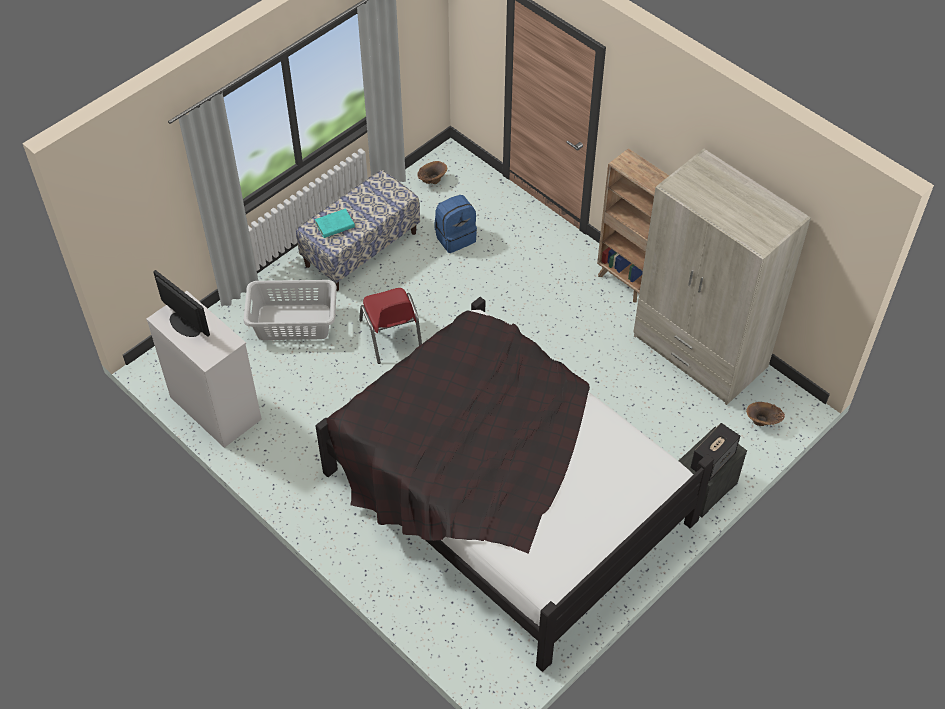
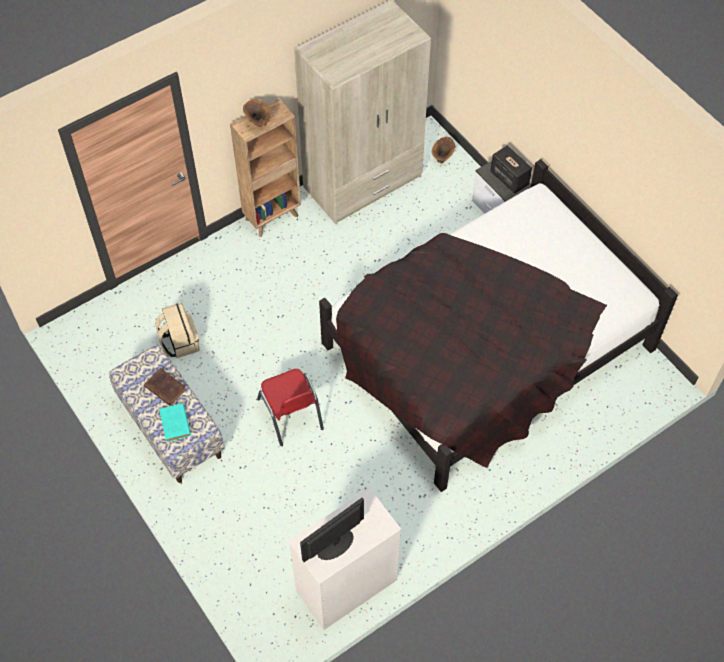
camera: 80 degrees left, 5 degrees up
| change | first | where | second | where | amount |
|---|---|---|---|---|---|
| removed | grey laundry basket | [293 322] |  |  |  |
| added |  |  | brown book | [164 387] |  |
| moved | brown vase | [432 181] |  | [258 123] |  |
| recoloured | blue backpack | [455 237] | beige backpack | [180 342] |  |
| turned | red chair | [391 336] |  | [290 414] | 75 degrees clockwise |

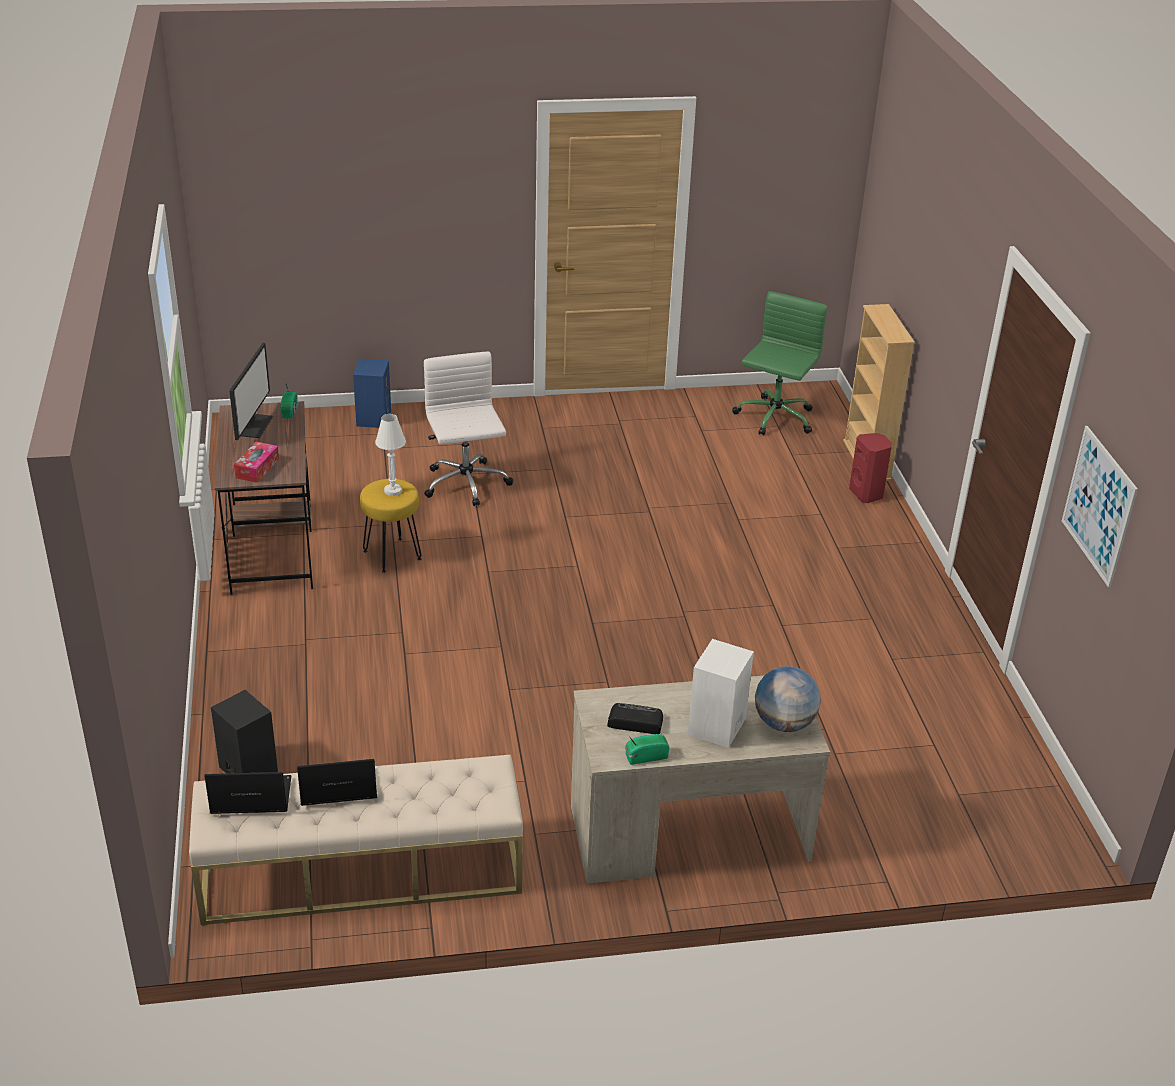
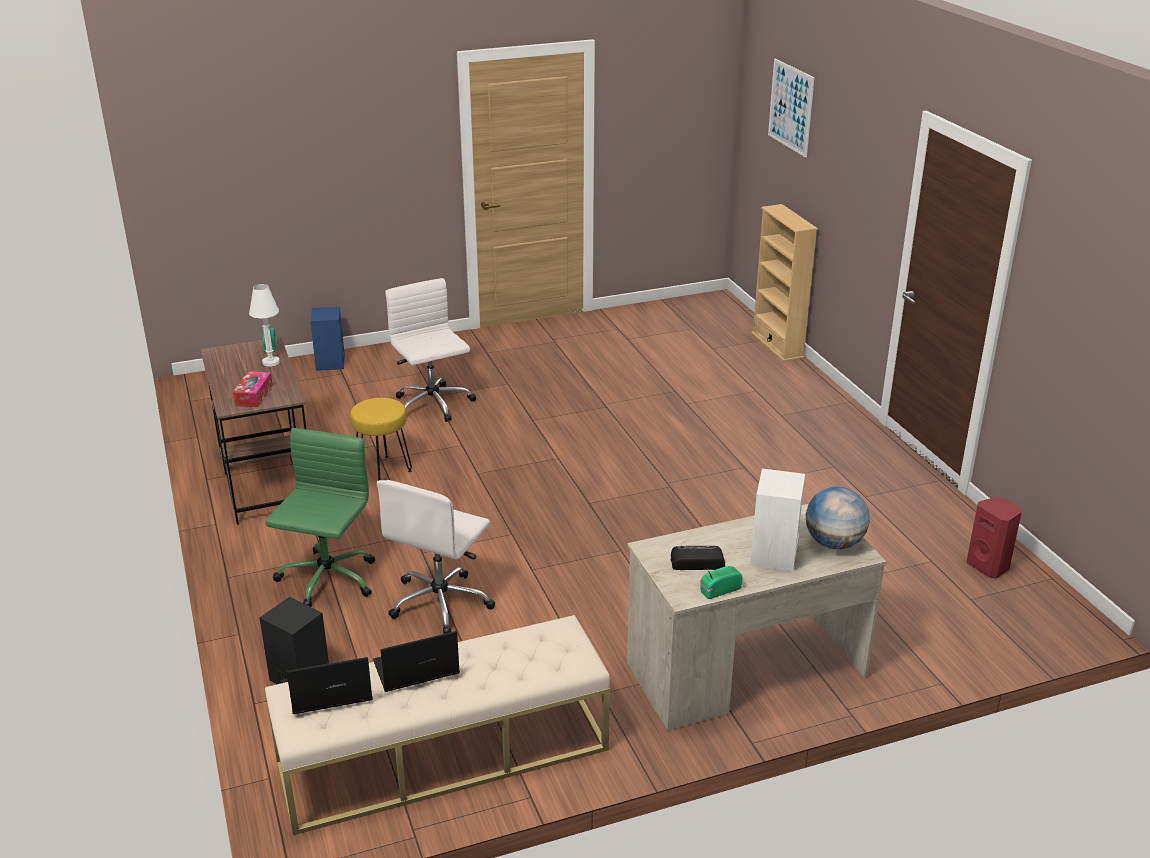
camera: 10 degrees left, 5 degrees down
| change | first | where | second | where | amount |
|---|---|---|---|---|---|
| removed | monitor | [253 425] |  |  |  |
| added |  |  | white office chair | [441 602] |  |
| moved | white table lamp | [392 491] |  | [271 362] |  |
| moved | green office chair | [774 418] |  | [326 580] |  |
| moved | red speaker | [867 494] |  | [989 566] |  |
| moved | picture | [1098 505] |  | [791 107] |  |

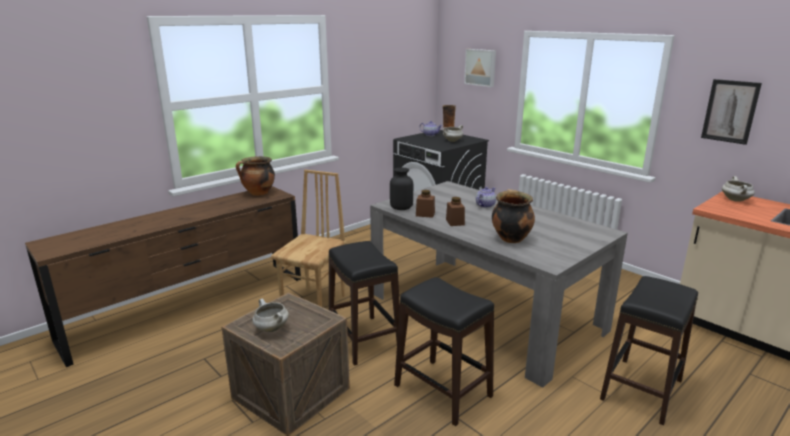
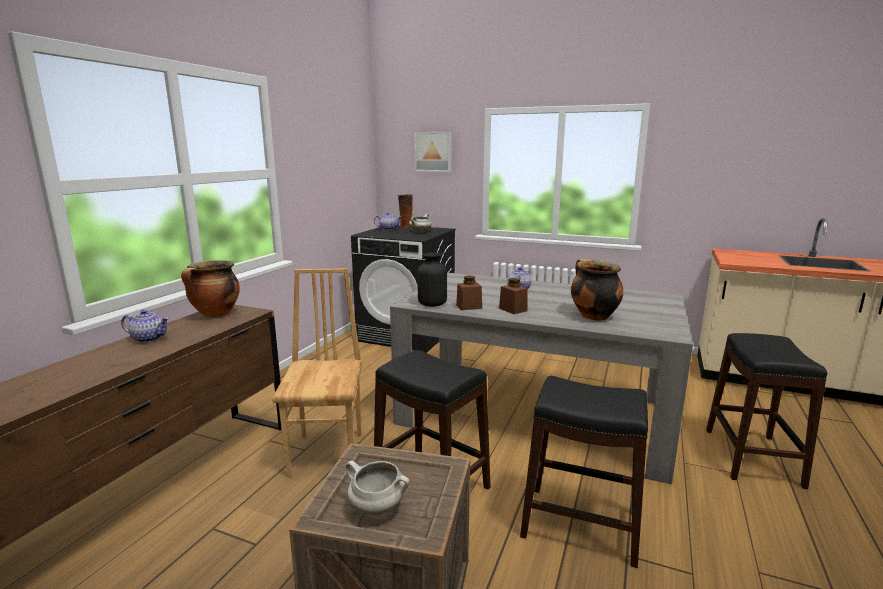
camera: 25 degrees left, 5 degrees down
| change | first | where | second | where | amount |
|---|---|---|---|---|---|
| removed | picture | [730 111] |  |  |  |
| removed | white cooking pot | [736 200] |  |  |  |
| added |  |  | teapot | [148 338] |  |

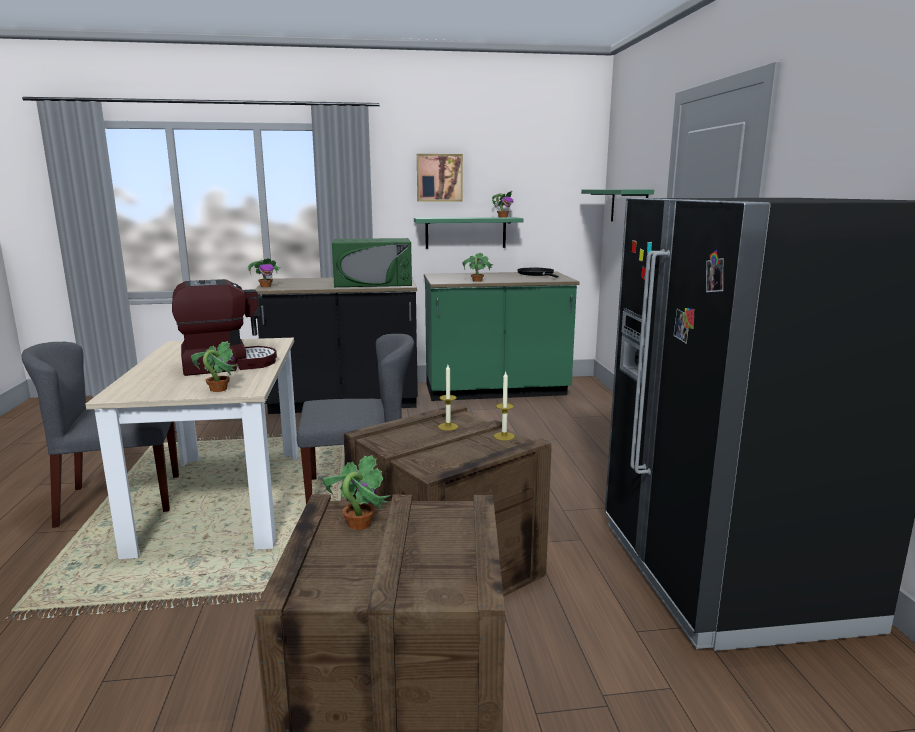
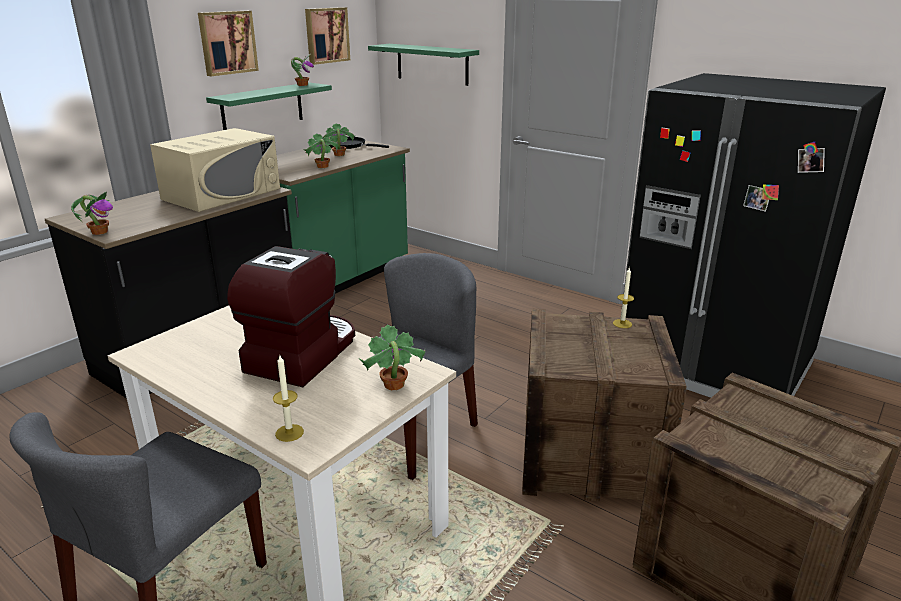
camera: 45 degrees left, 10 degrees up
| change | first | where | second | where | amount |
|---|---|---|---|---|---|
| added |  |  | picture | [326 35] |  |
| moved | potted plant | [358 524] |  | [339 155] |  |
| moved | candle | [448 426] |  | [289 433] |  |
| recoloured | green microwave | [373 283] | beige microwave | [222 194] |  |

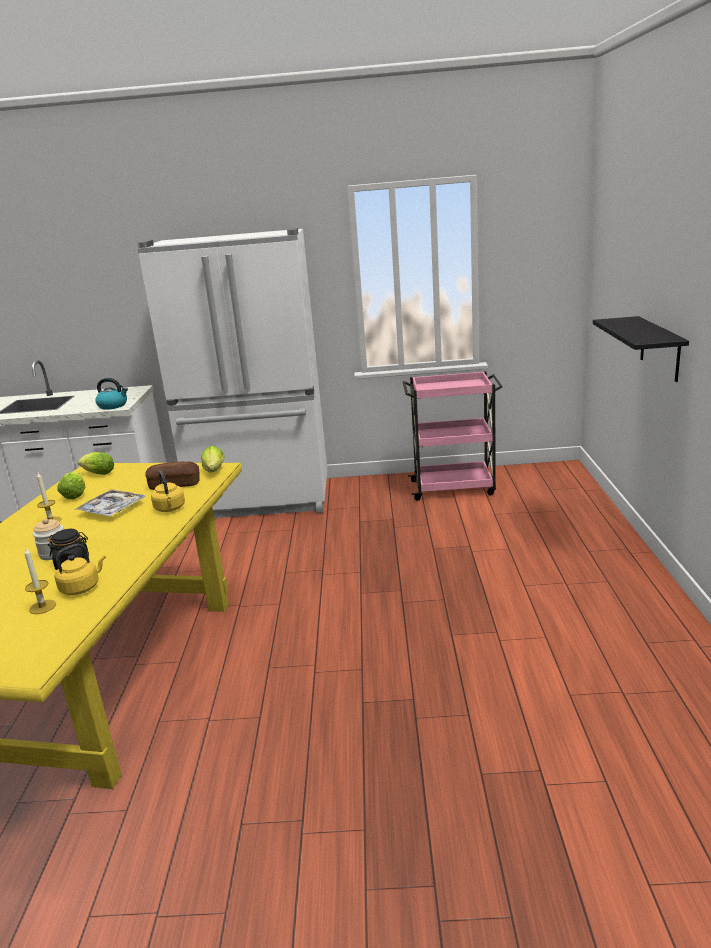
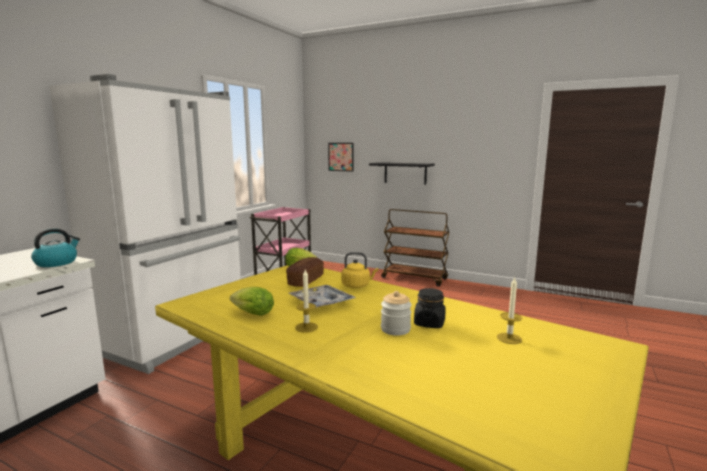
camera: 65 degrees left, 10 degrees down
| change | first | where | second | where | amount |
|---|---|---|---|---|---|
| removed | yellow kettle | [82 587] |  |  |  |
| removed | lettuce | [97 474] |  |  |  |
| added |  |  | picture | [341 157] |  |
| added |  |  | brown cart | [415 278] |  |

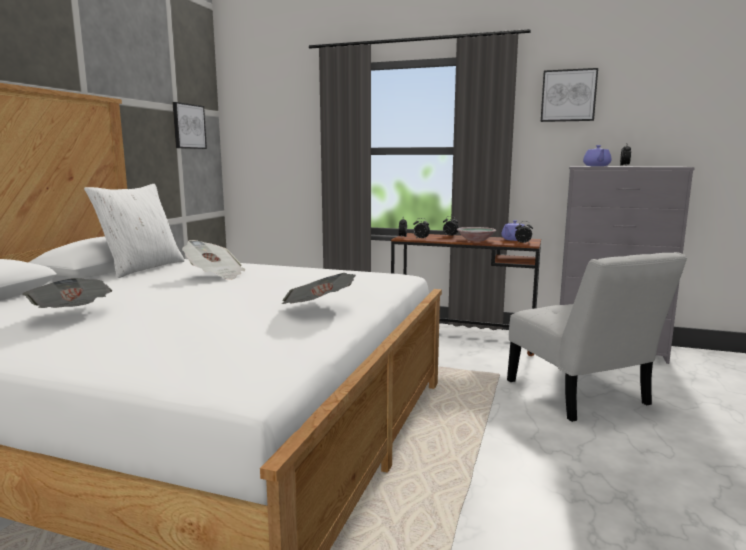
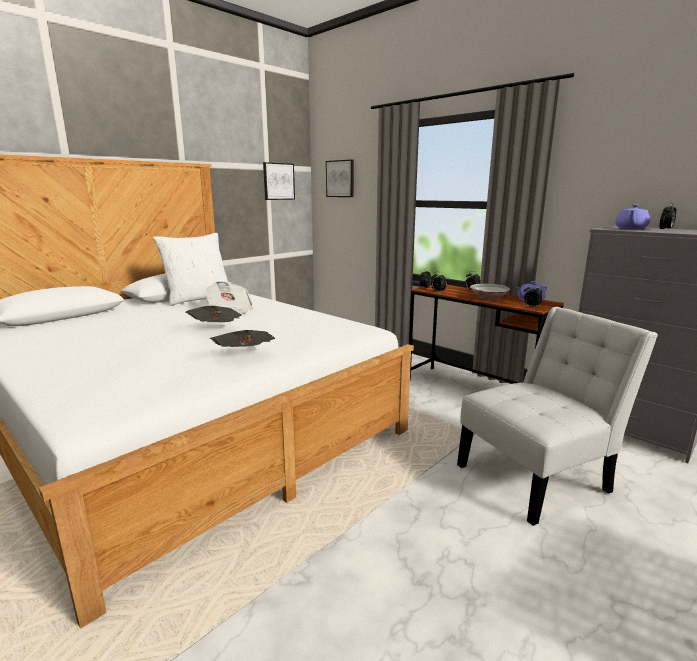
camera: 25 degrees right, 5 degrees up
| change | first | where | second | where | amount |
|---|---|---|---|---|---|
| moved | newspaper | [72 315] |  | [216 329] |  |
| moved | picture | [568 95] |  | [340 178] |  |
| turned | white chair | [580 396] |  | [538 476] | 120 degrees counterclockwise |

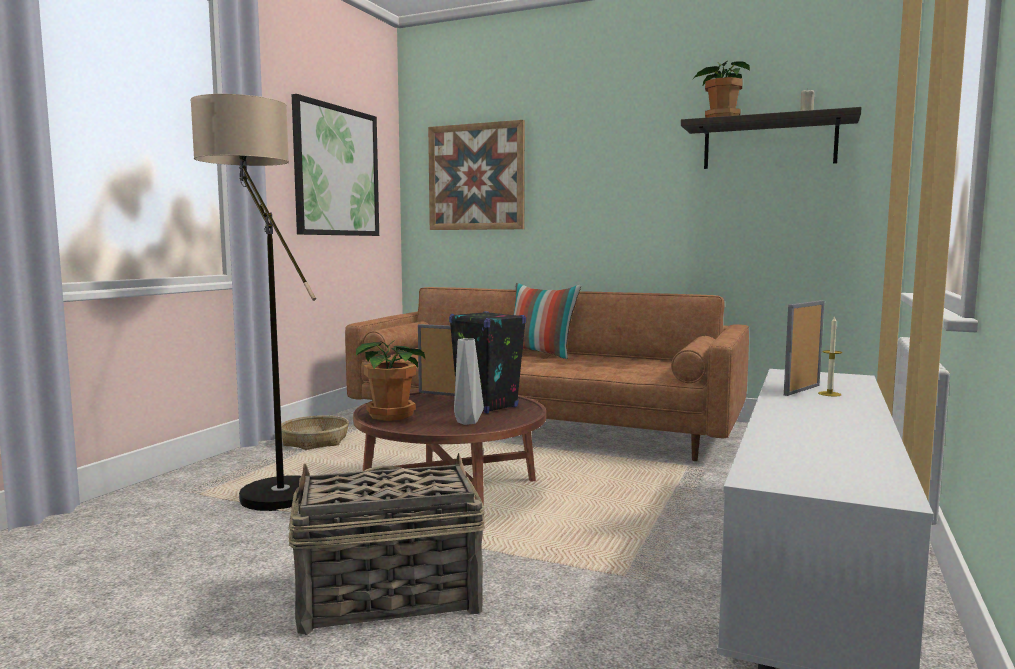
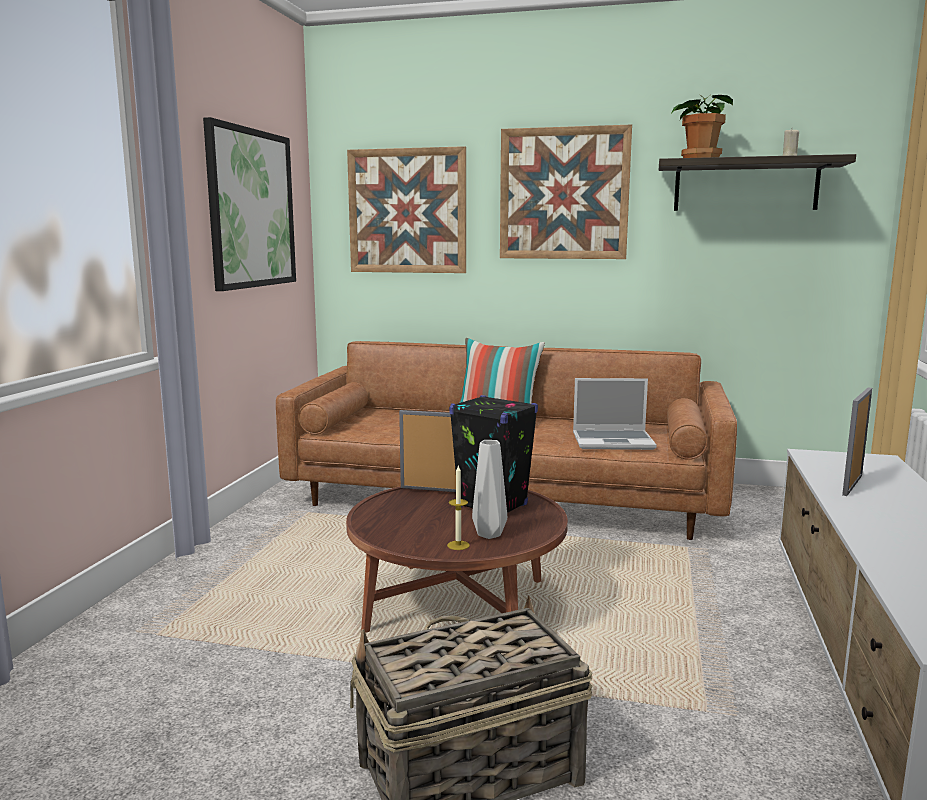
camera: 10 degrees left, 5 degrees up
| change | first | where | second | where | amount |
|---|---|---|---|---|---|
| removed | floor lamp | [268 487] |  |  |  |
| removed | basket | [315 441] |  |  |  |
| removed | potted plant | [393 415] |  |  |  |
| added |  |  | picture | [563 194] |  |
| added |  |  | laptop | [613 441] |  |
| moved | candle | [829 394] |  | [458 545] |  |

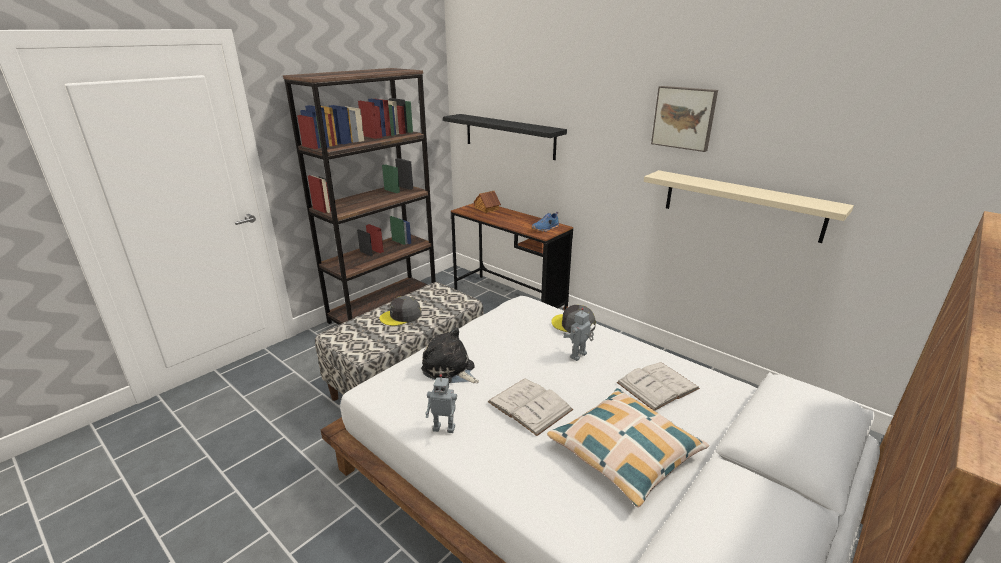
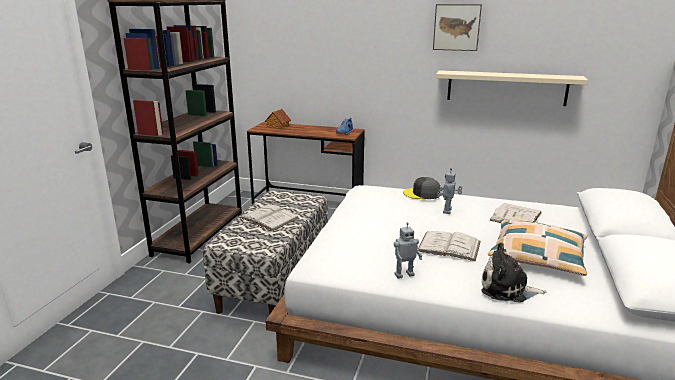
camera: 25 degrees left, 5 degrees down
| change | first | where | second | where | amount |
|---|---|---|---|---|---|
| removed | black shelf | [509 136] |  |  |  |
| moved | plush toy | [450 370] |  | [507 289] |  |
| replaced | grey cap | [401 316] | white book | [269 218] |  |

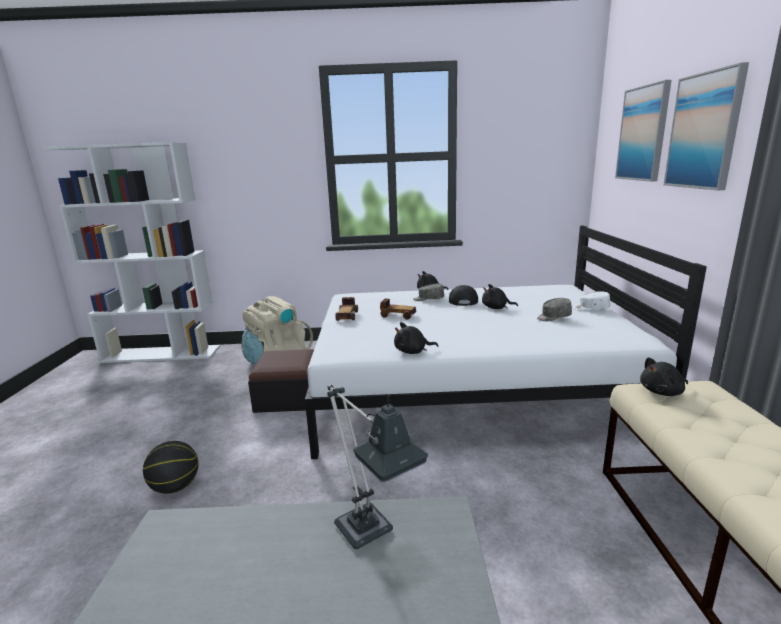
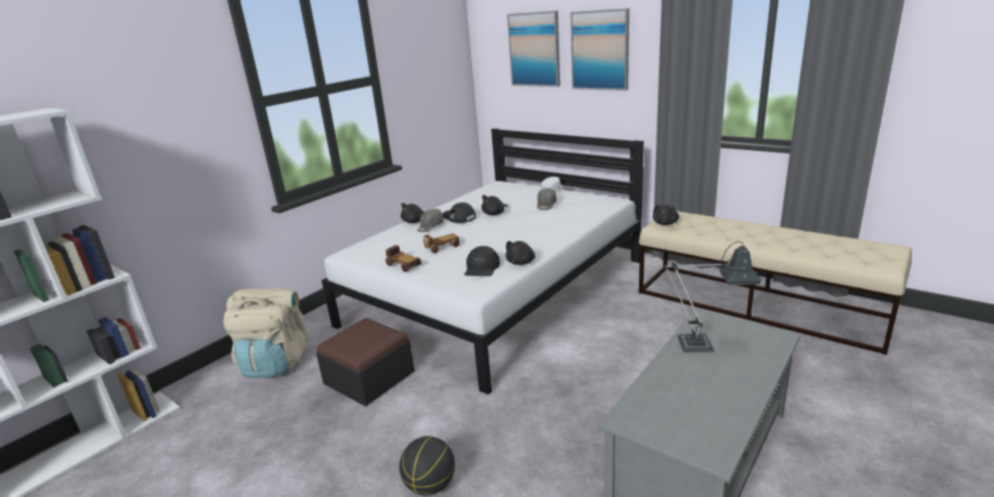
camera: 50 degrees left, 5 degrees up
| change | first | where | second | where | amount |
|---|---|---|---|---|---|
| added |  |  | black cap | [482 268] |  |

